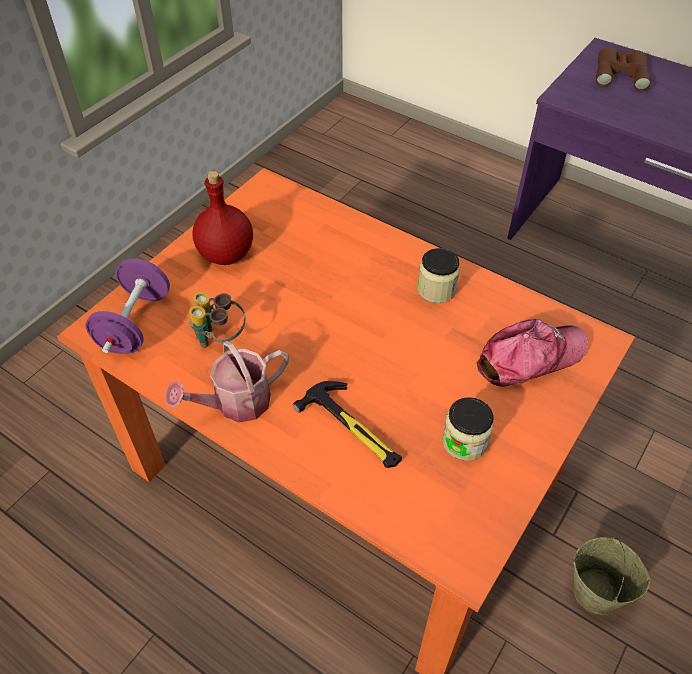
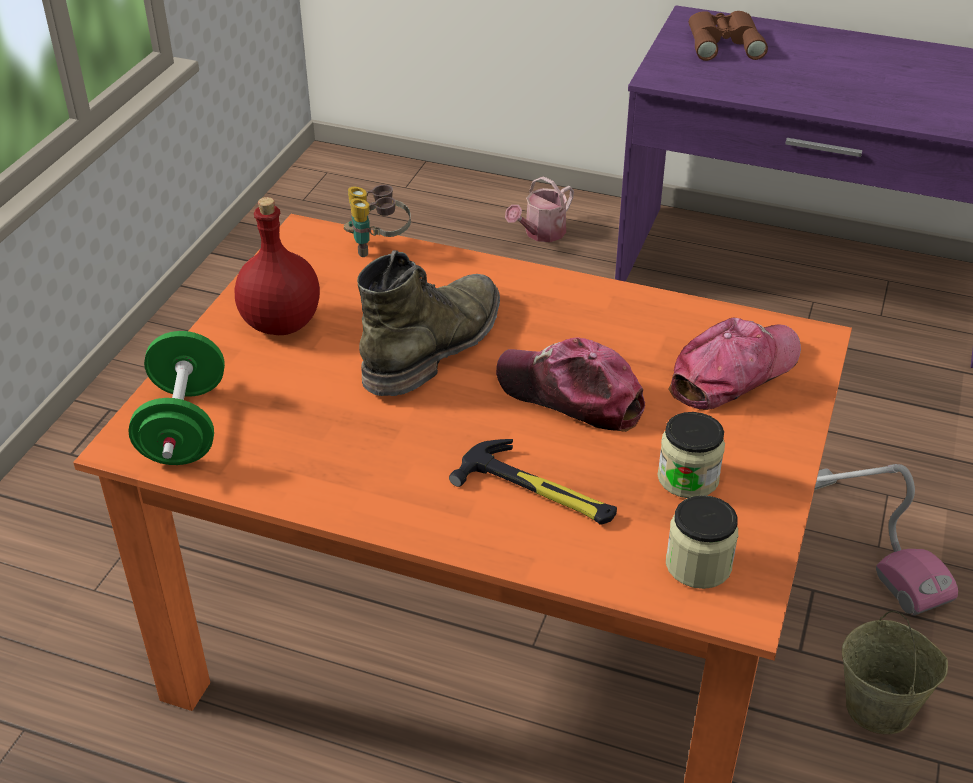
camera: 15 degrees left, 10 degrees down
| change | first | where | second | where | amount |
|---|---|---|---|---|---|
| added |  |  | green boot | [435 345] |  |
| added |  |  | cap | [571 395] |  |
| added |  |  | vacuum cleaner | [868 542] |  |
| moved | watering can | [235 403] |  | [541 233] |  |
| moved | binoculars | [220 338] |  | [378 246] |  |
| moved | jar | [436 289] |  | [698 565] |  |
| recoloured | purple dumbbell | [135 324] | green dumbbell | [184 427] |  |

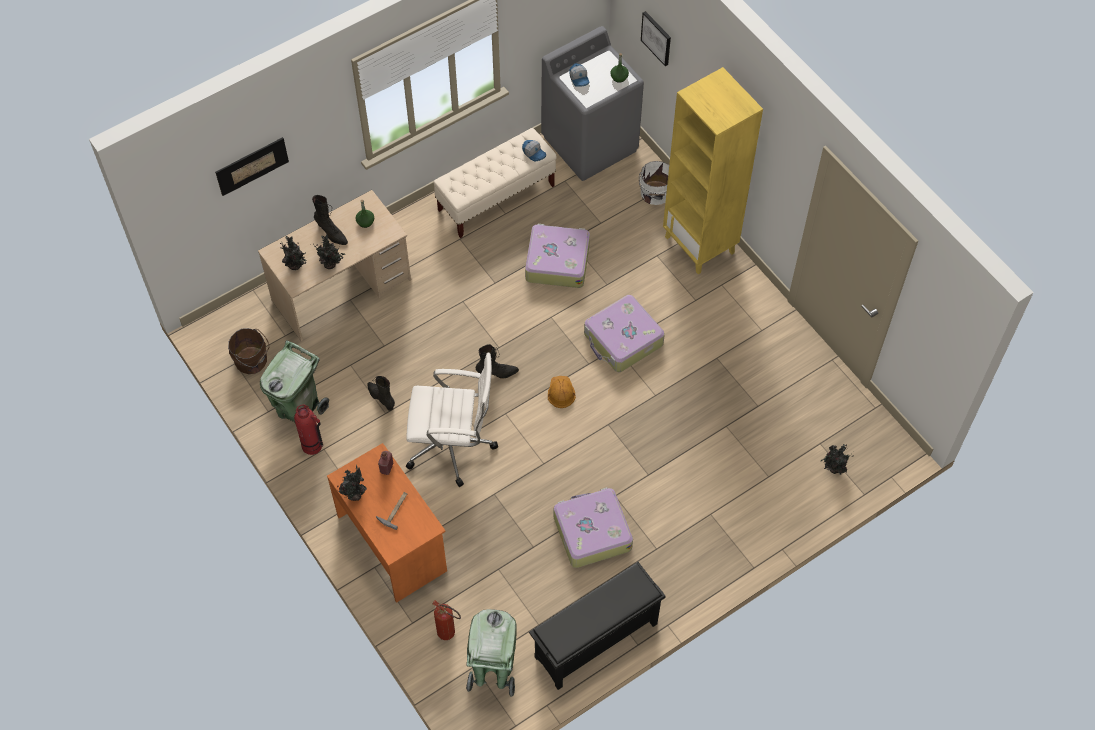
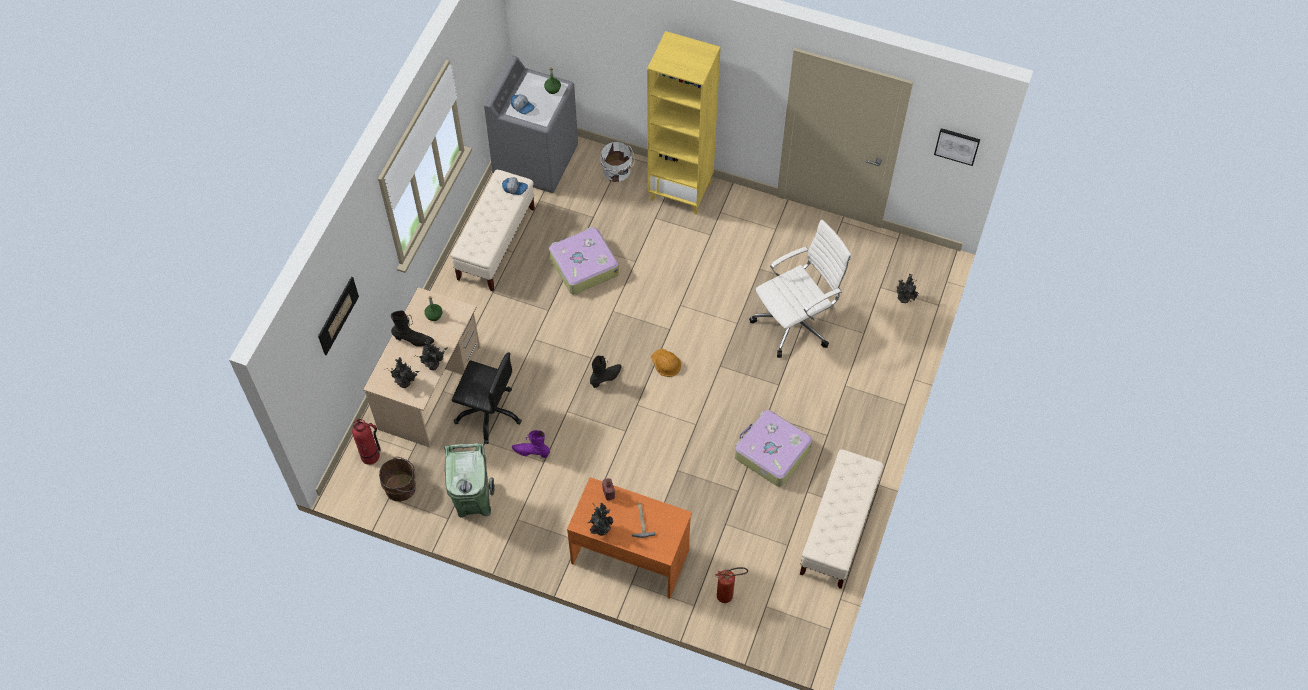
camera: 35 degrees left, 0 degrees up
| change | first | where | second | where | amount |
|---|---|---|---|---|---|
| removed | green trash can | [493 672] |  |  |  |
| removed | suitcase | [623 340] |  |  |  |
| added |  |  | black office chair | [488 413] |  |
| moved | fire extinguisher | [312 446] |  | [370 456] |  |
| moved | white office chair | [453 445] |  | [796 322] |  |
| moved | picture | [656 38] |  | [957 145] |  |
| replaced | black shoe rack | [595 642] | beige bench | [838 530] |  |
| recoloured | black boot | [381 398] | purple boot | [531 452] |  |

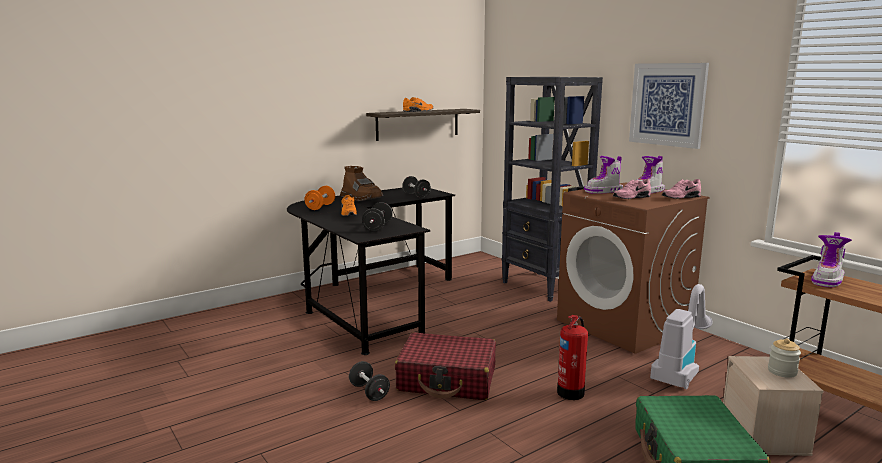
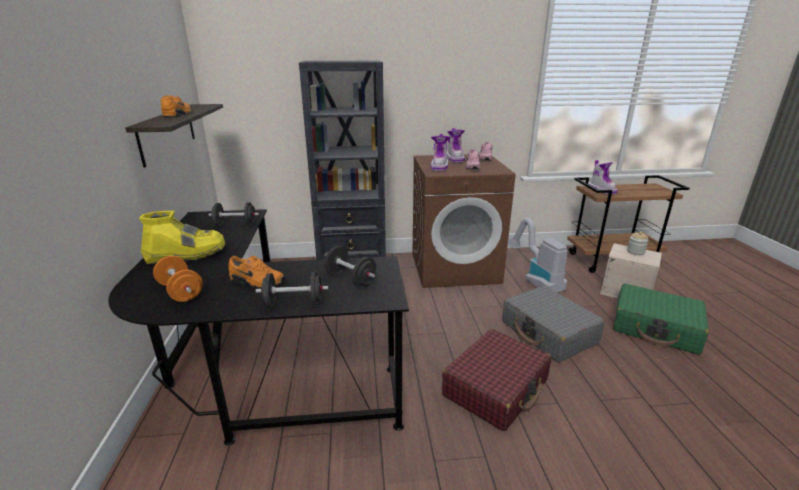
camera: 60 degrees left, 10 degrees up
| change | first | where | second | where | amount |
|---|---|---|---|---|---|
| removed | picture | [667 104] |  |  |  |
| moved | black dumbbell | [369 392] |  | [294 303] |  |
| replaced | fire extinguisher | [572 392] | grey suitcase | [548 333] |  |
| recoloured | brown boot | [361 198] | yellow boot | [187 254] |  |

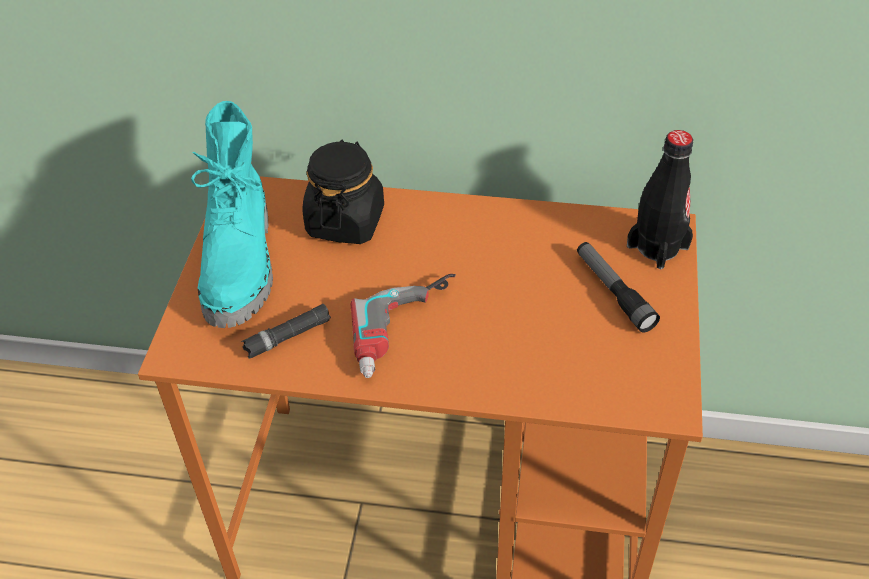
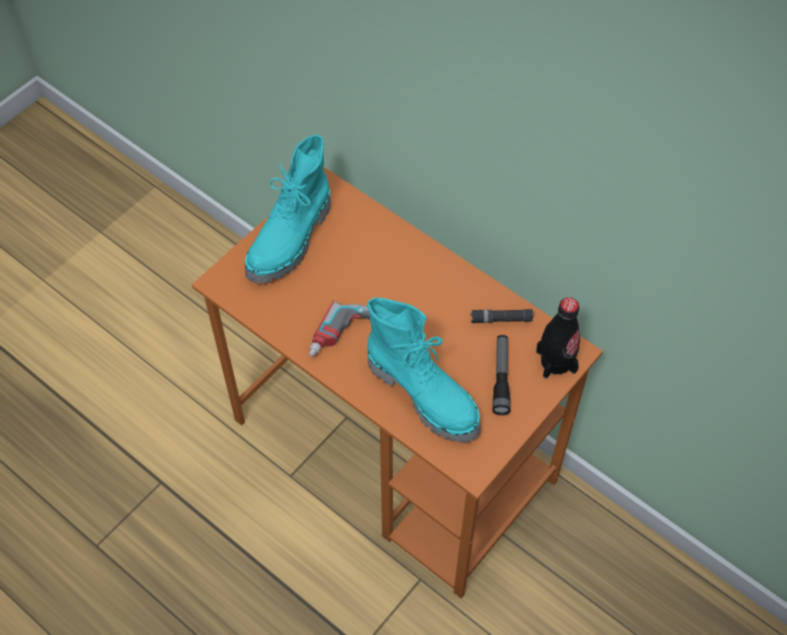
camera: 30 degrees right, 10 degrees up
| change | first | where | second | where | amount |
|---|---|---|---|---|---|
| removed | black jar | [345 221] |  |  |  |
| added |  |  | turquoise boot | [425 394] |  |
| moved | black flashlight | [288 336] |  | [501 319] |  |

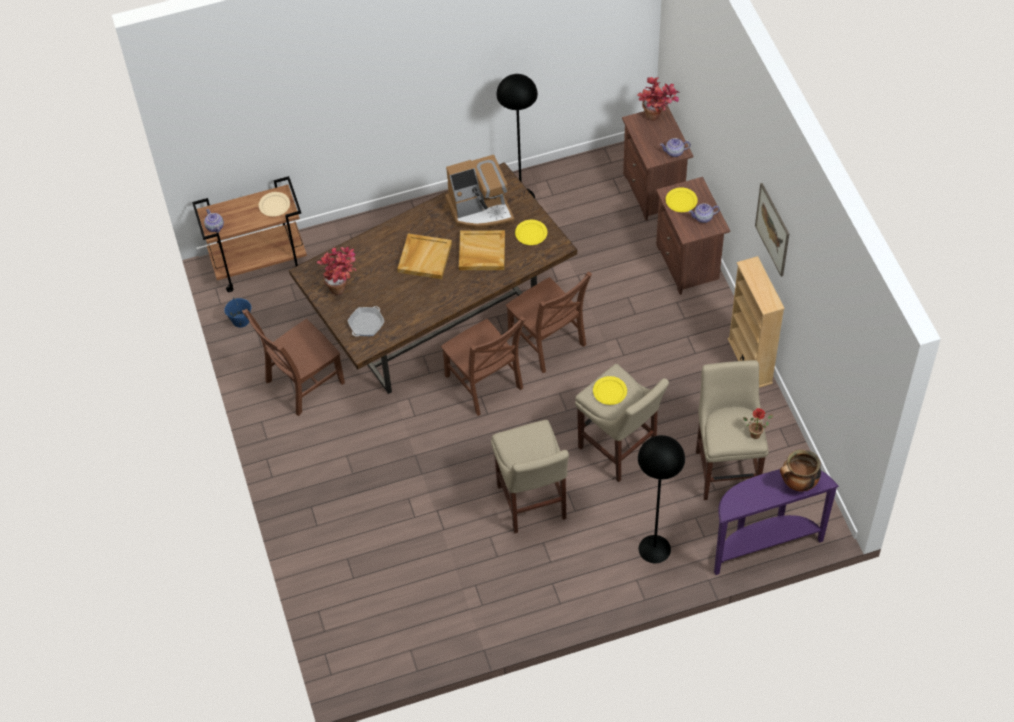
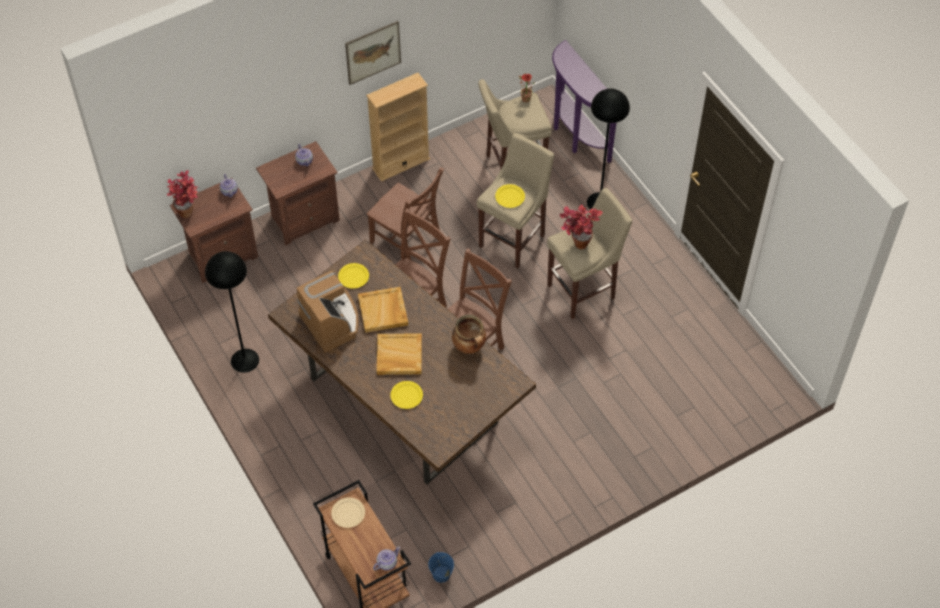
camera: 105 degrees left, 0 degrees up
| change | first | where | second | where | amount |
|---|---|---|---|---|---|
| removed | frying pan | [366 324] |  |  |  |
| moved | brown chair | [302 384] |  | [407 241] |  |
| moved | potted plant | [342 287] |  | [577 241] |  |
| moved | yellow plate | [681 201] |  | [407 395] |  |
| moved | cooking pot | [798 484] |  | [469 347] |  |

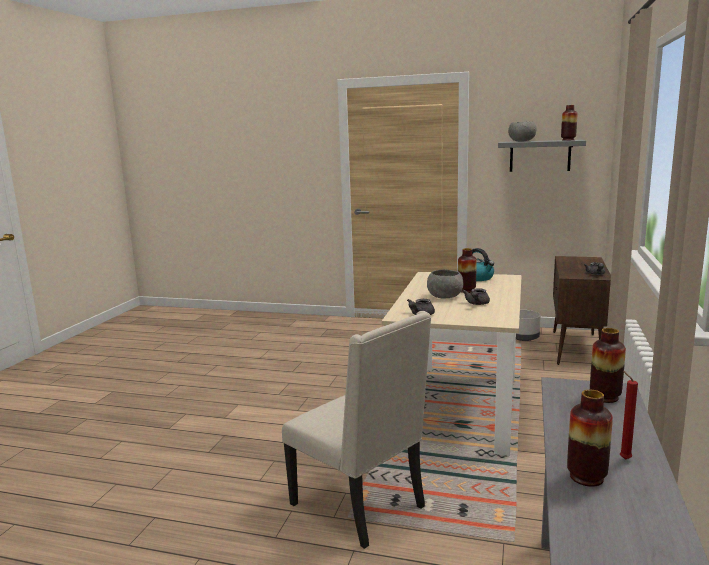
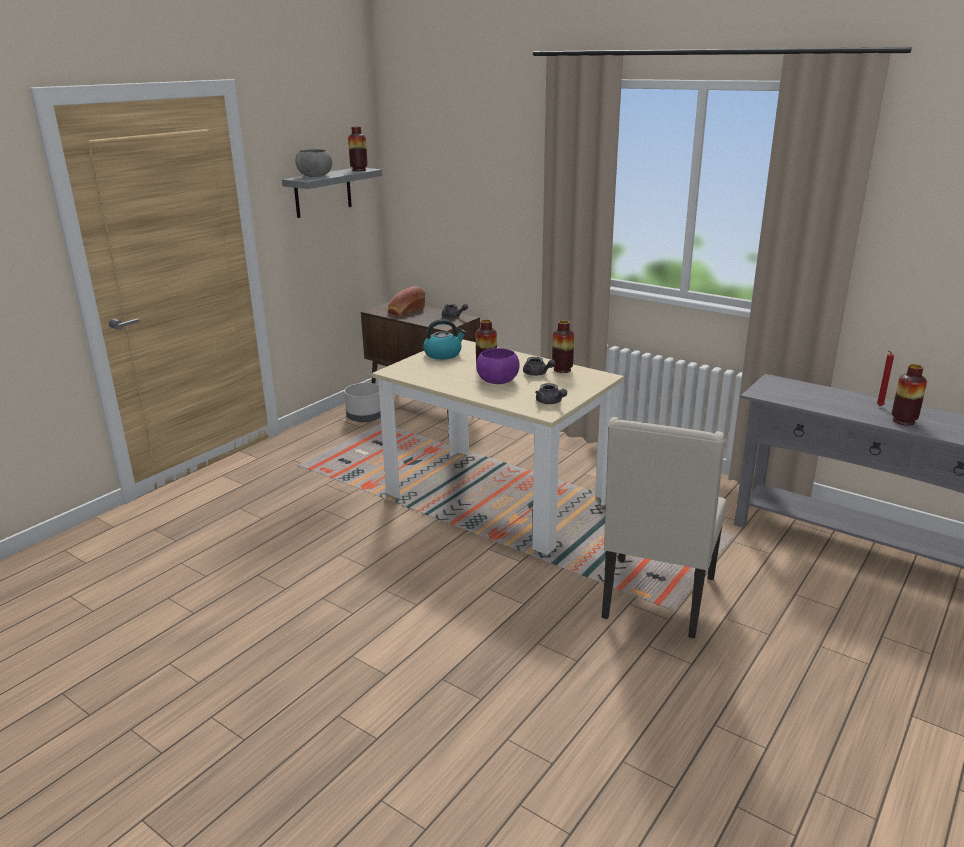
camera: 70 degrees left, 10 degrees up
| change | first | where | second | where | amount |
|---|---|---|---|---|---|
| added |  |  | bread | [405 311] |  |
| moved | vase | [605 397] |  | [562 370] |  |
| recoloured | grey bowl | [445 297] | purple bowl | [498 381] |  |
| turned | beige chair | [361 506] |  | [656 599] | 135 degrees clockwise |

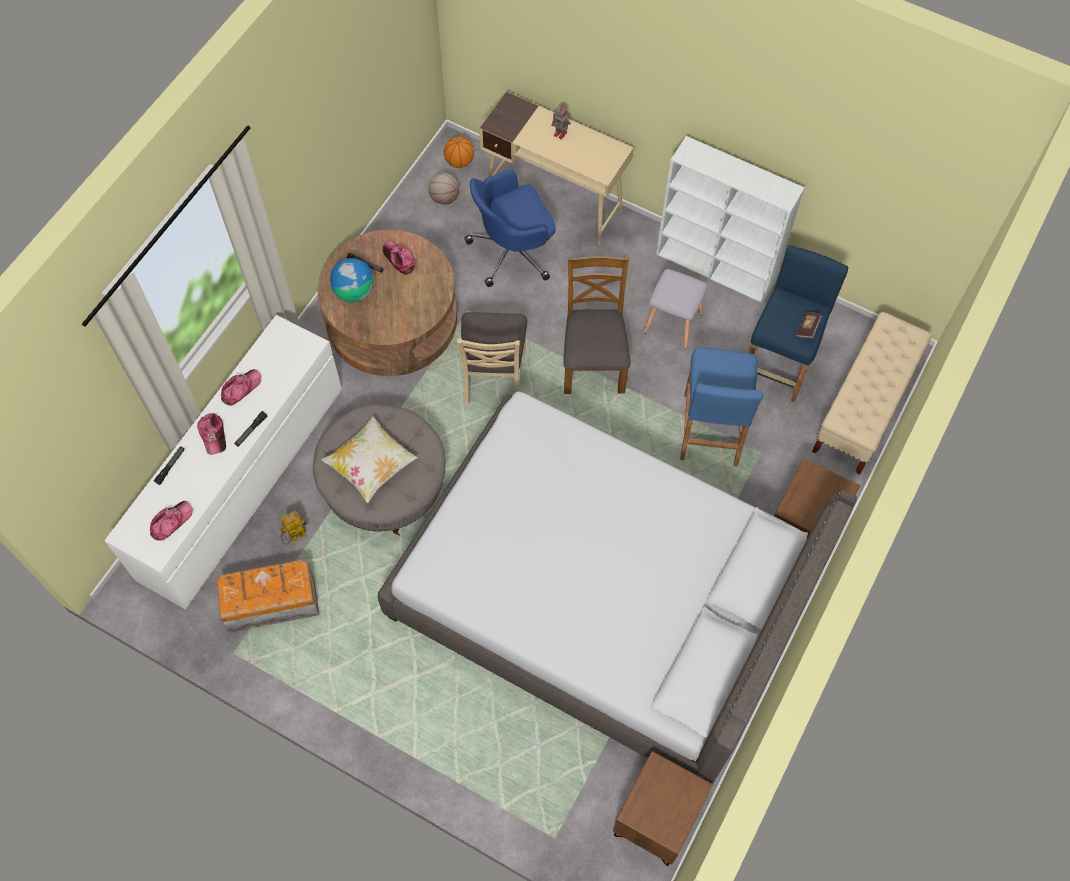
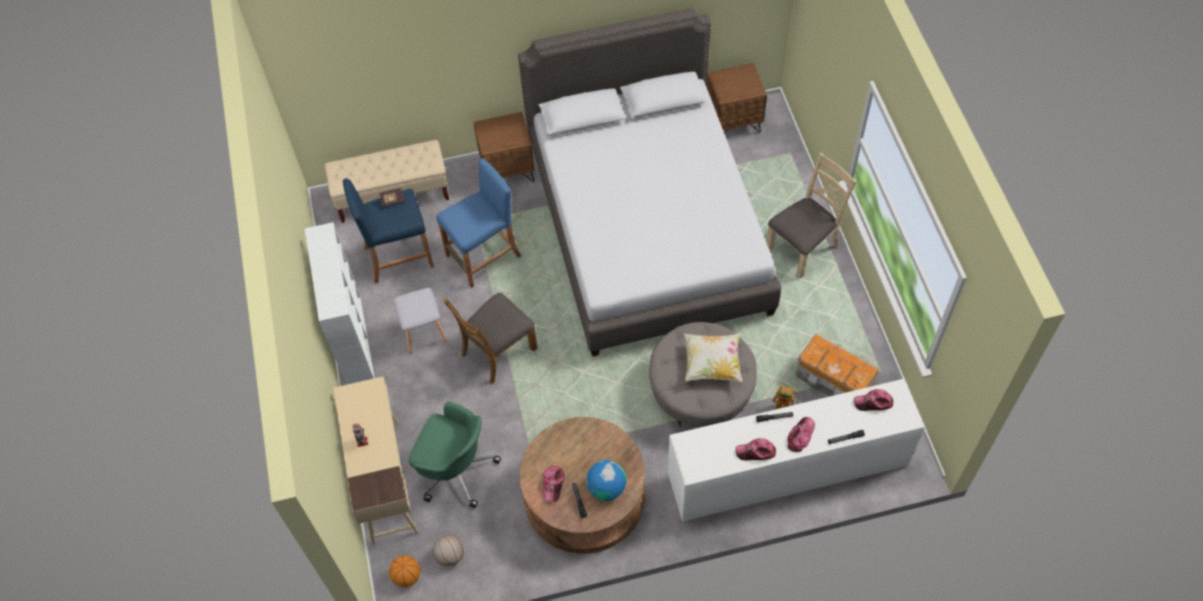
camera: 130 degrees left, 5 degrees down
| change | first | where | second | where | amount |
|---|---|---|---|---|---|
| moved | beige chair | [493 375] |  | [803 247] |  |
| recoloured | blue office chair | [513 251] | green office chair | [455 469] |  |

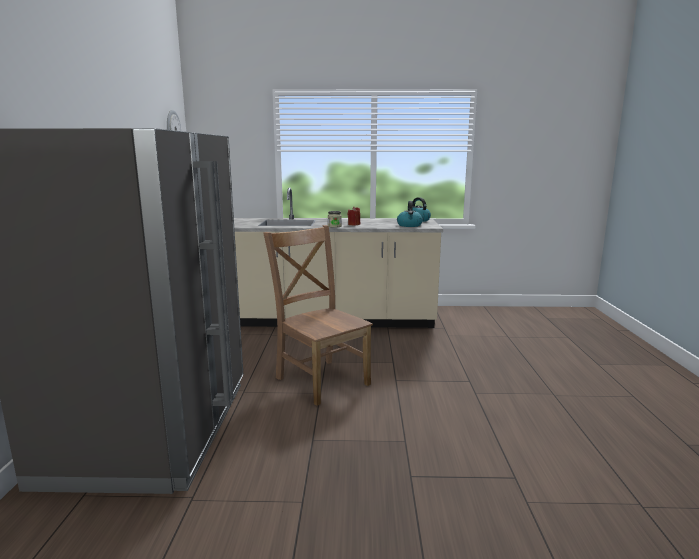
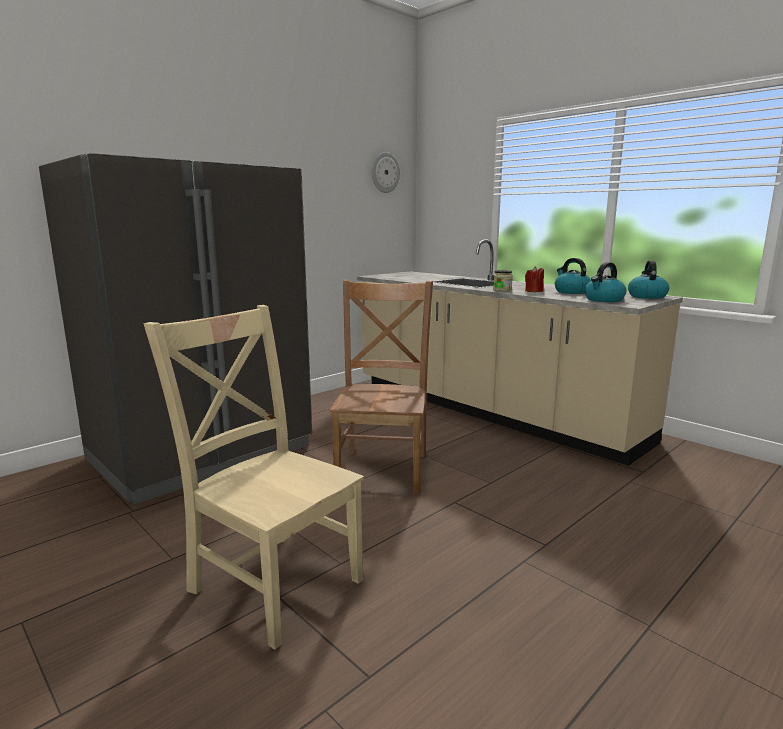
camera: 45 degrees right, 0 degrees up
| change | first | where | second | where | amount |
|---|---|---|---|---|---|
| added |  |  | beige chair | [272 581] |  |
| added |  |  | kettle | [571 292] |  |

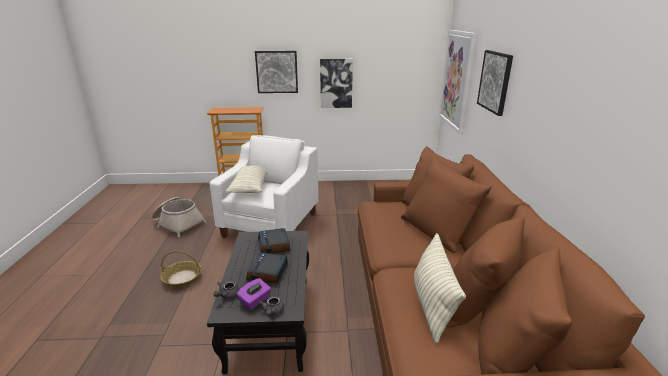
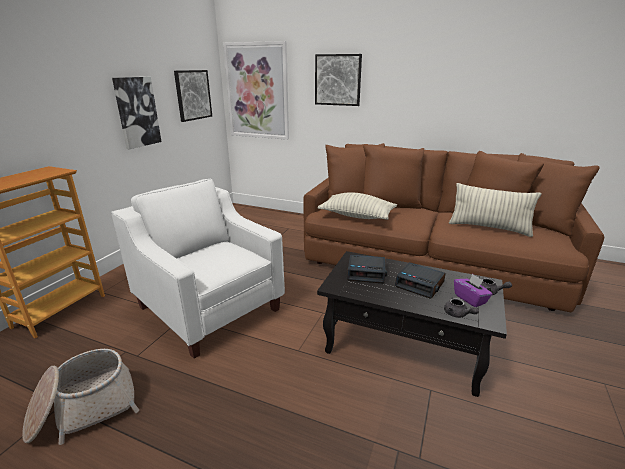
camera: 65 degrees left, 0 degrees up
| change | first | where | second | where | amount |
|---|---|---|---|---|---|
| removed | basket | [182 278] |  |  |  |
| moved | pillow | [250 187] |  | [357 216] |  |
| moved | picture | [277 72] |  | [193 95] |  |

